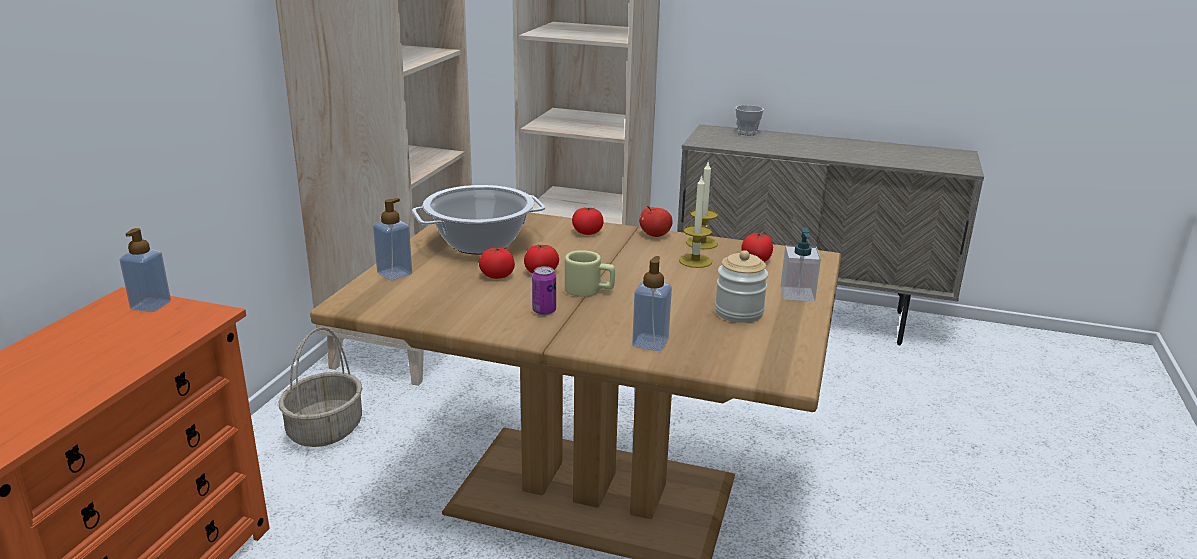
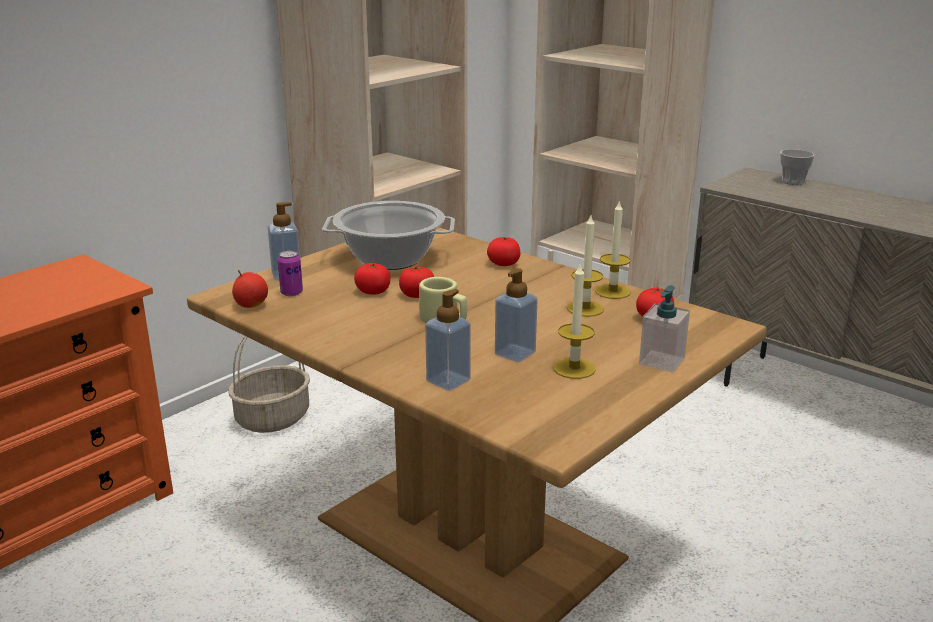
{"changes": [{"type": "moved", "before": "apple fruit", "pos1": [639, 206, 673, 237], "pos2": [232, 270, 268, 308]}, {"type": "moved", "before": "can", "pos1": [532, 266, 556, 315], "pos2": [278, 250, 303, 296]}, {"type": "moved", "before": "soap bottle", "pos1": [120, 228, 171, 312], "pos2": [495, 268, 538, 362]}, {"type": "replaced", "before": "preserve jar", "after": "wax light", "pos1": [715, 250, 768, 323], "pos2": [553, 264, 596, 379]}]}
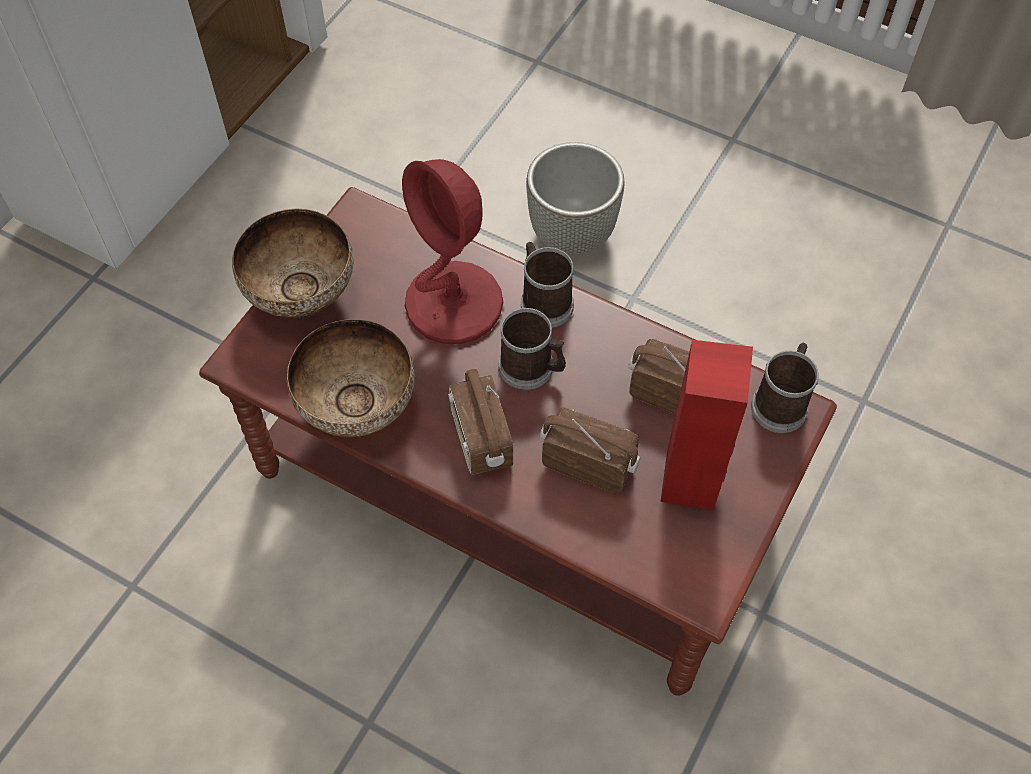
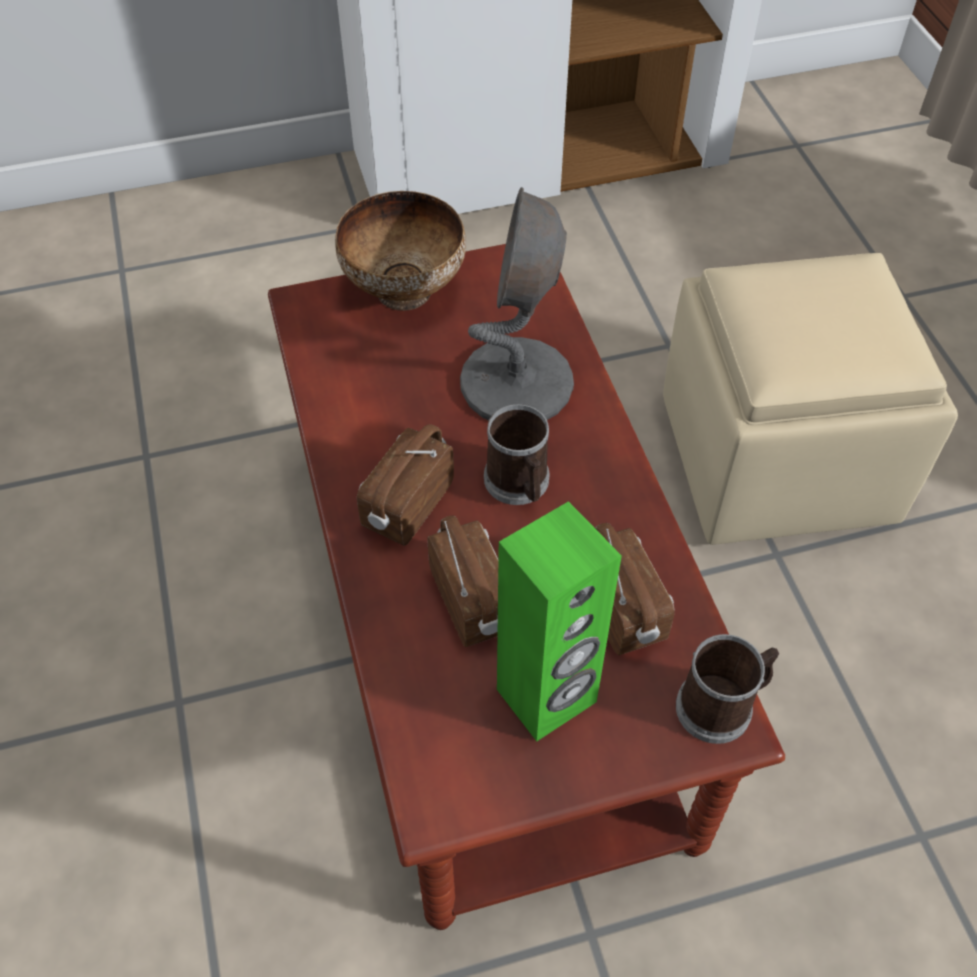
{"changes": [{"type": "recoloured", "before": "tabletop lamp (reddish)", "after": "tabletop lamp (greyish)", "pos1": [402, 159, 503, 344], "pos2": [460, 187, 574, 420]}, {"type": "recoloured", "before": "loudspeaker (reddish)", "after": "loudspeaker (green)", "pos1": [661, 340, 753, 510], "pos2": [497, 501, 622, 741]}, {"type": "replaced", "before": "planter (greyish)", "after": "pouffe (beige-coloured)", "pos1": [526, 142, 625, 255], "pos2": [663, 253, 958, 545]}, {"type": "removed", "before": "serving bowl", "pos1": [287, 319, 415, 437]}, {"type": "removed", "before": "mug", "pos1": [521, 242, 574, 328]}]}
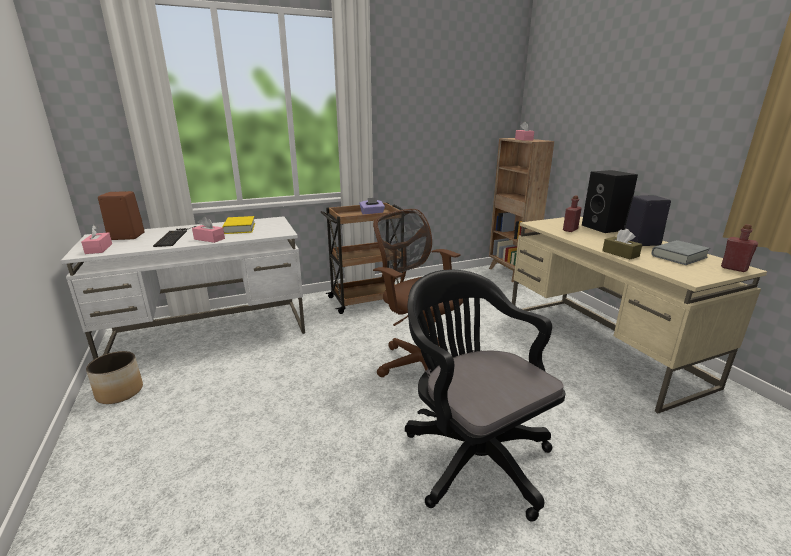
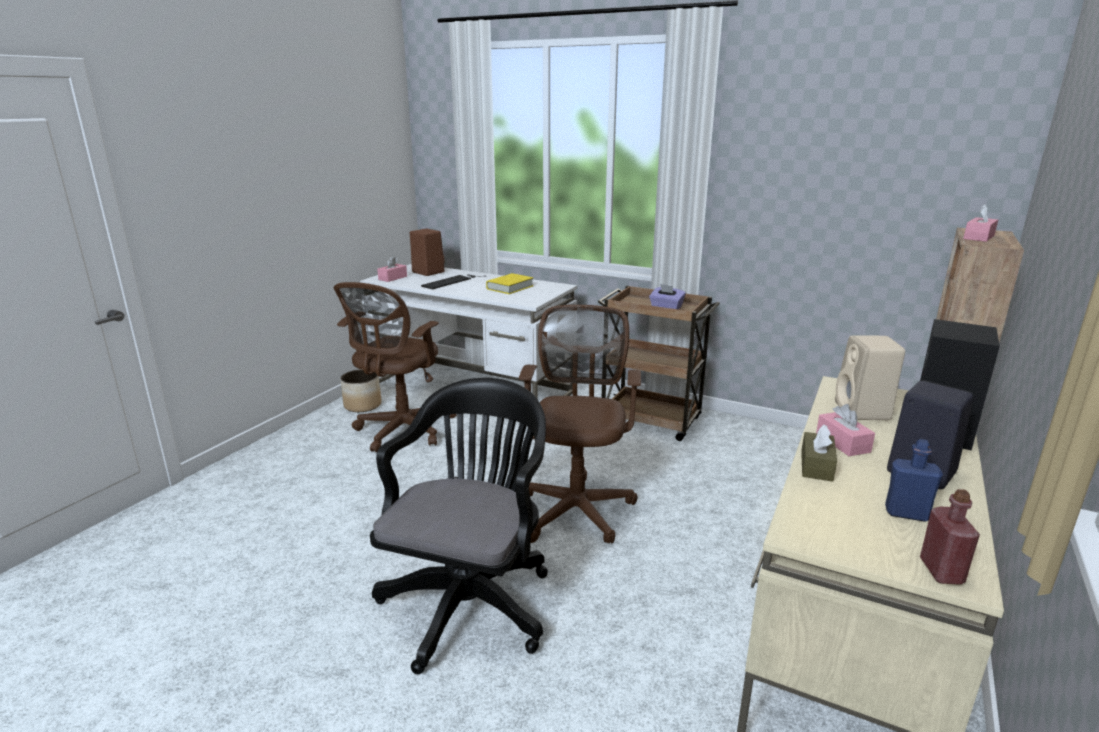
{"changes": [{"type": "added", "after": "office chair (brown)", "pos2": [334, 282, 456, 453]}, {"type": "moved", "before": "box of tissues (pink)", "pos1": [192, 217, 225, 243], "pos2": [816, 404, 875, 456]}, {"type": "replaced", "before": "drink bottle (reddish)", "after": "loudspeaker (beige-coloured)", "pos1": [563, 196, 582, 232], "pos2": [835, 335, 905, 420]}, {"type": "replaced", "before": "book (greyish)", "after": "drink bottle (bluish)", "pos1": [652, 240, 710, 265], "pos2": [885, 439, 943, 522]}]}
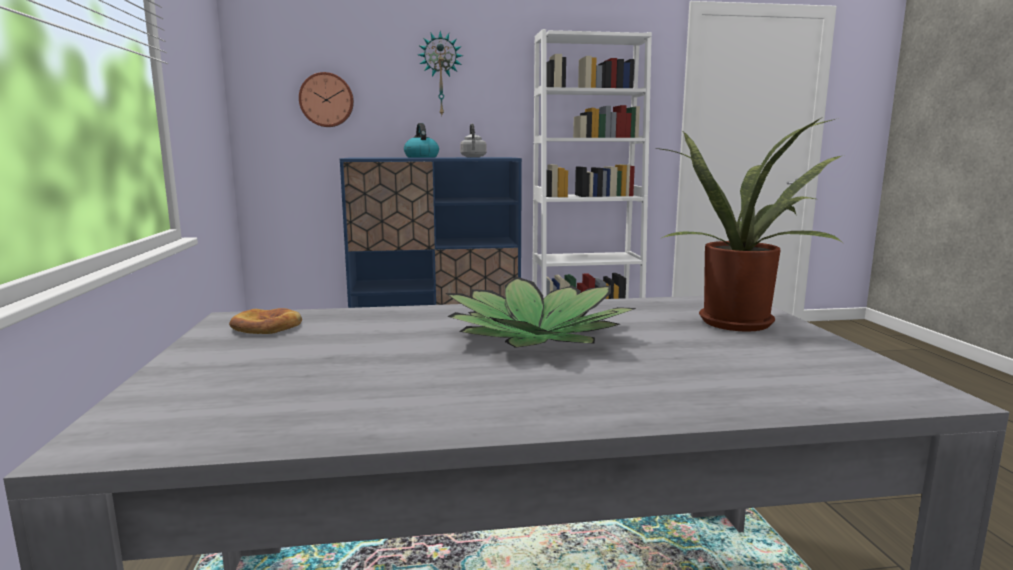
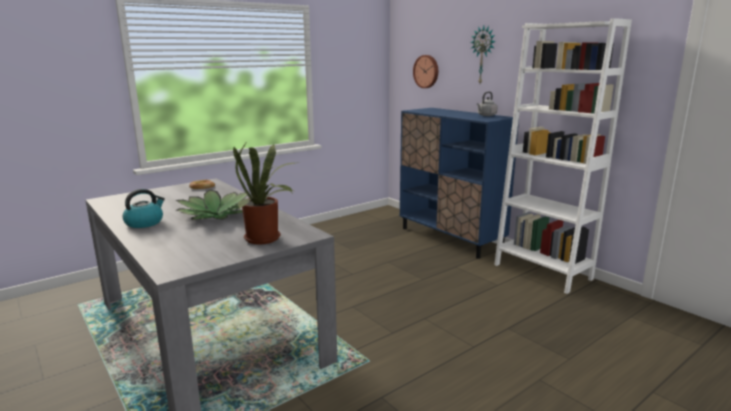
{"changes": [{"type": "moved", "before": "water kettle", "pos1": [404, 123, 439, 158], "pos2": [123, 189, 165, 228]}]}
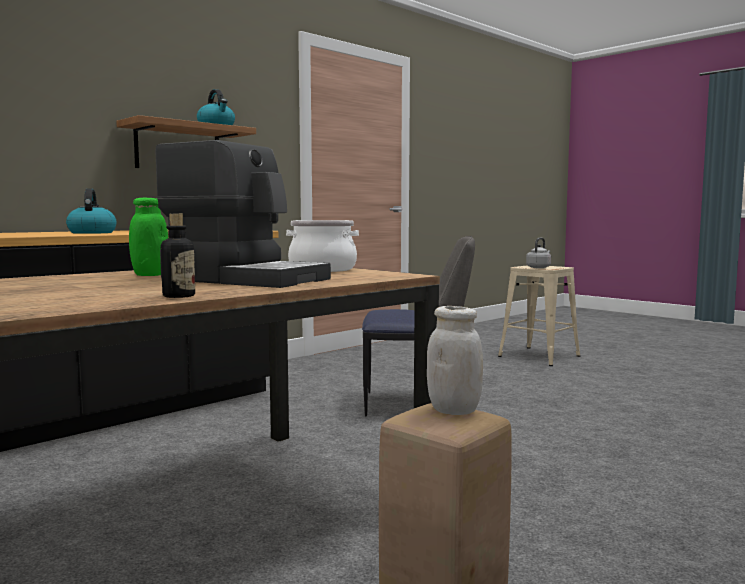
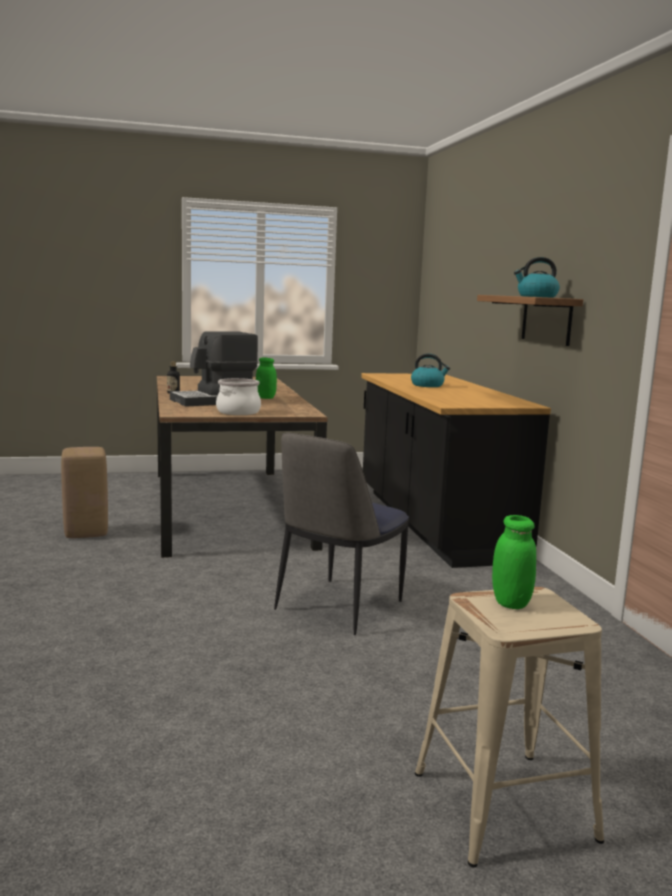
{"changes": [{"type": "replaced", "before": "water kettle (greyish)", "after": "preserve jar (green)", "pos1": [526, 238, 551, 268], "pos2": [492, 515, 536, 609]}, {"type": "removed", "before": "preserve jar (white)", "pos1": [427, 306, 483, 415]}]}
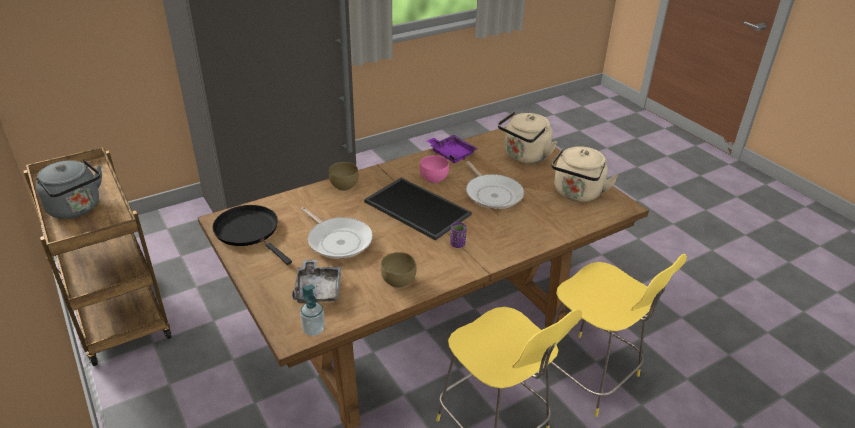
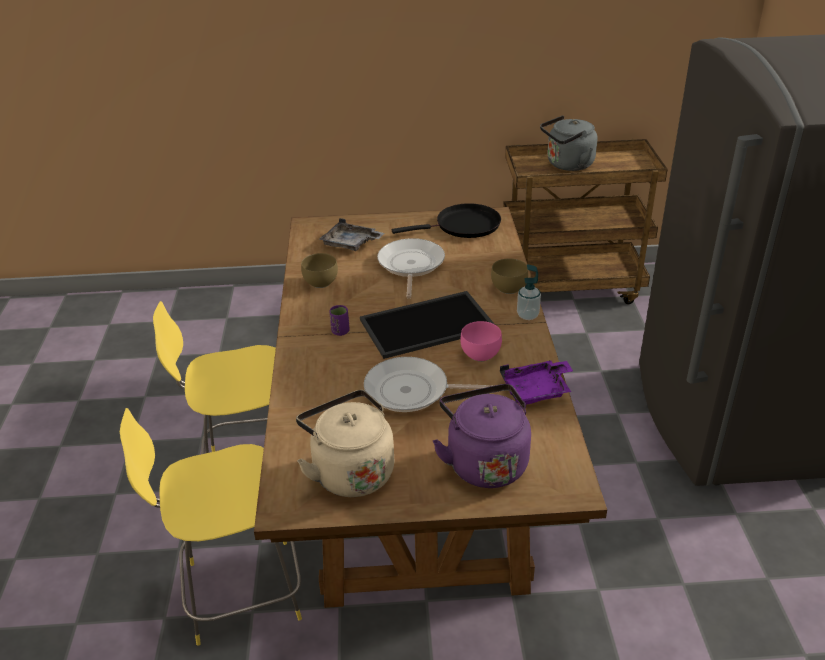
{"changes": [{"type": "turned", "before": "pan", "pos1": [301, 207, 373, 259], "pos2": [377, 238, 445, 298], "turn": 105}, {"type": "recoloured", "before": "water kettle (beige-coloured)", "after": "water kettle (purple)", "pos1": [498, 111, 557, 164], "pos2": [433, 384, 531, 488]}, {"type": "moved", "before": "soap bottle", "pos1": [300, 284, 325, 336], "pos2": [517, 264, 541, 320]}]}
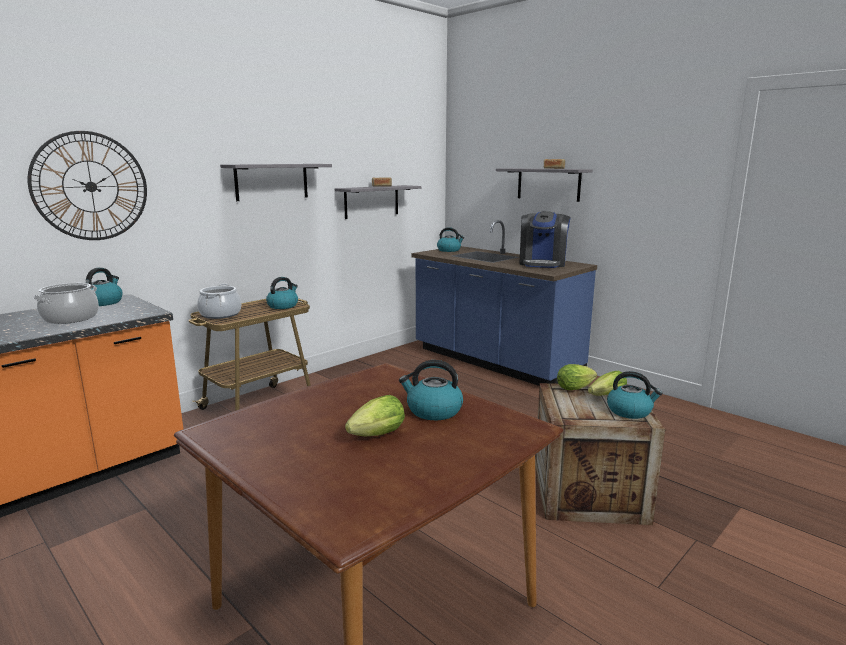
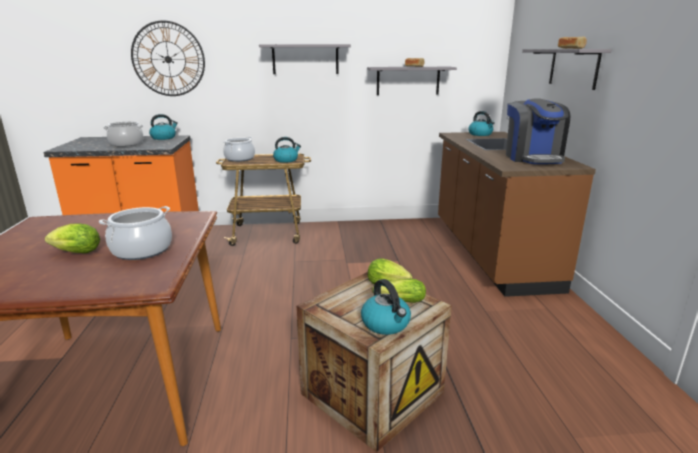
{"changes": [{"type": "replaced", "before": "water kettle", "after": "stockpot", "pos1": [399, 360, 463, 420], "pos2": [99, 206, 172, 260]}, {"type": "recoloured", "before": "counter (bluish)", "after": "counter (brown)", "pos1": [411, 220, 597, 386], "pos2": [438, 116, 596, 297]}, {"type": "turned", "before": "coffee machine", "pos1": [519, 211, 571, 268], "pos2": [506, 98, 571, 164], "turn": -60}]}
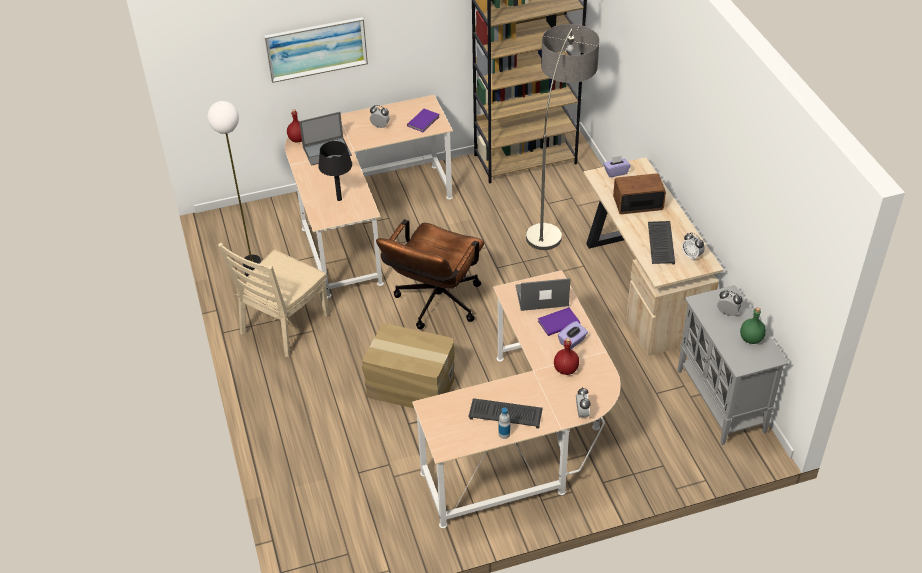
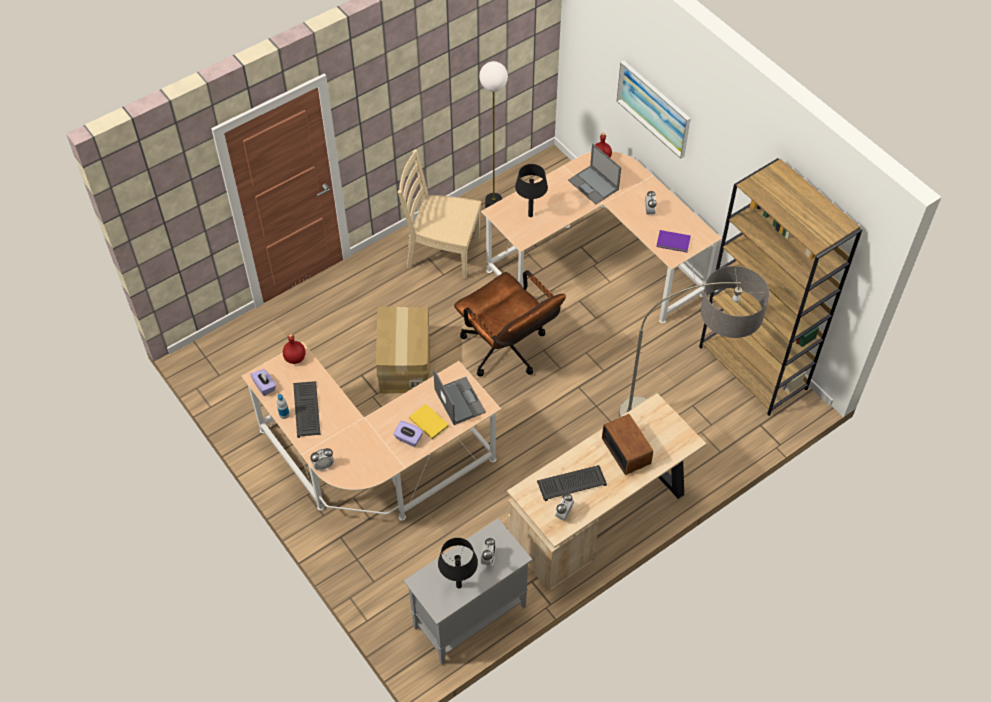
{"changes": [{"type": "moved", "before": "box of tissues (purple)", "pos1": [604, 156, 631, 177], "pos2": [250, 369, 276, 396]}, {"type": "moved", "before": "drink bottle (reddish)", "pos1": [554, 338, 579, 375], "pos2": [283, 334, 305, 364]}, {"type": "recoloured", "before": "book (purple)", "after": "book (yellowish)", "pos1": [538, 307, 580, 336], "pos2": [409, 404, 449, 440]}, {"type": "replaced", "before": "drink bottle (green)", "after": "tabletop lamp (black-coloured)", "pos1": [740, 307, 766, 344], "pos2": [438, 538, 478, 589]}, {"type": "turned", "before": "office chair (brown)", "pos1": [376, 219, 484, 329], "pos2": [454, 270, 566, 377], "turn": -135}]}
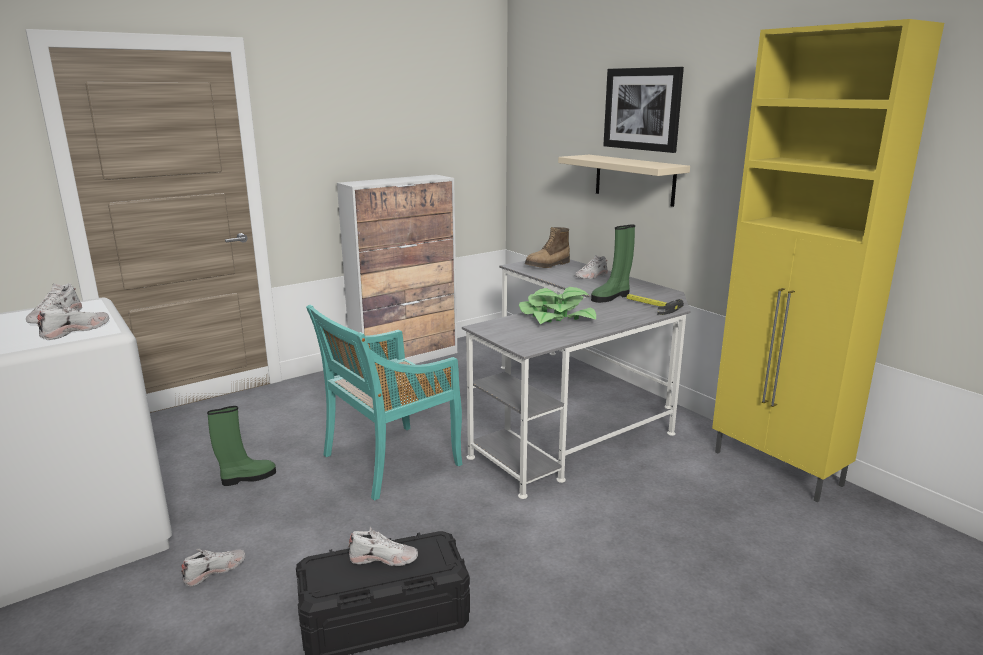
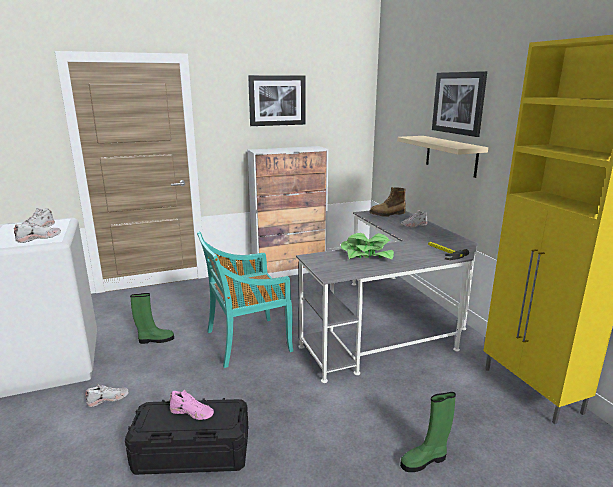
{"changes": [{"type": "recoloured", "before": "item of footwear (white)", "after": "item of footwear (pink)", "pos1": [348, 527, 418, 566], "pos2": [169, 389, 214, 420]}, {"type": "added", "after": "wall art", "pos2": [248, 75, 306, 126]}, {"type": "moved", "before": "boot (green)", "pos1": [591, 225, 635, 303], "pos2": [400, 392, 456, 472]}]}
